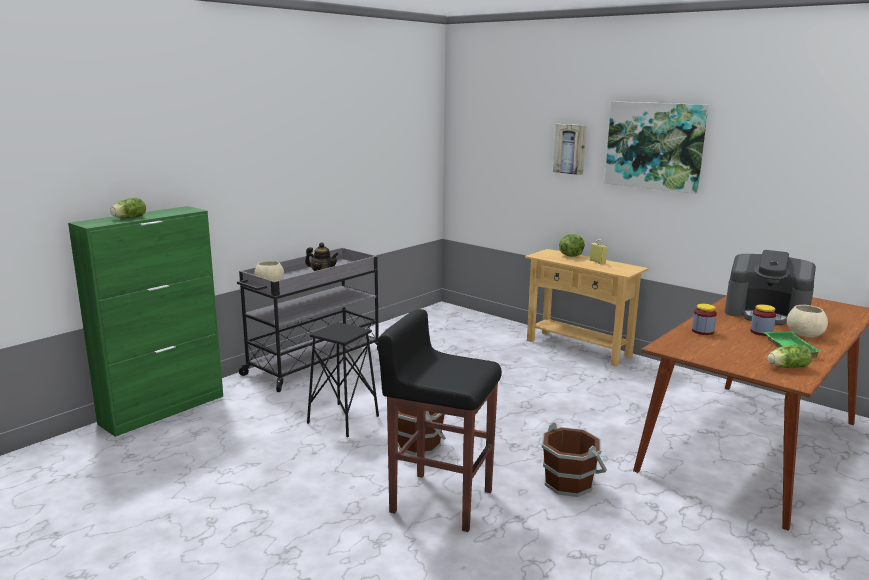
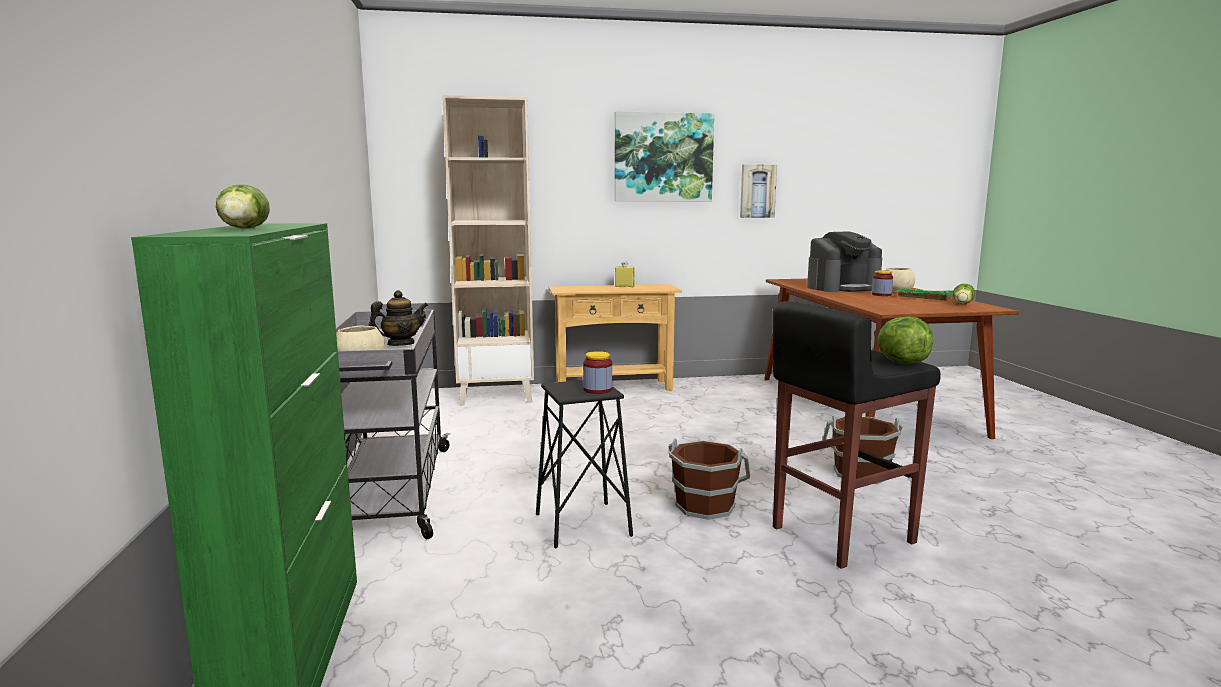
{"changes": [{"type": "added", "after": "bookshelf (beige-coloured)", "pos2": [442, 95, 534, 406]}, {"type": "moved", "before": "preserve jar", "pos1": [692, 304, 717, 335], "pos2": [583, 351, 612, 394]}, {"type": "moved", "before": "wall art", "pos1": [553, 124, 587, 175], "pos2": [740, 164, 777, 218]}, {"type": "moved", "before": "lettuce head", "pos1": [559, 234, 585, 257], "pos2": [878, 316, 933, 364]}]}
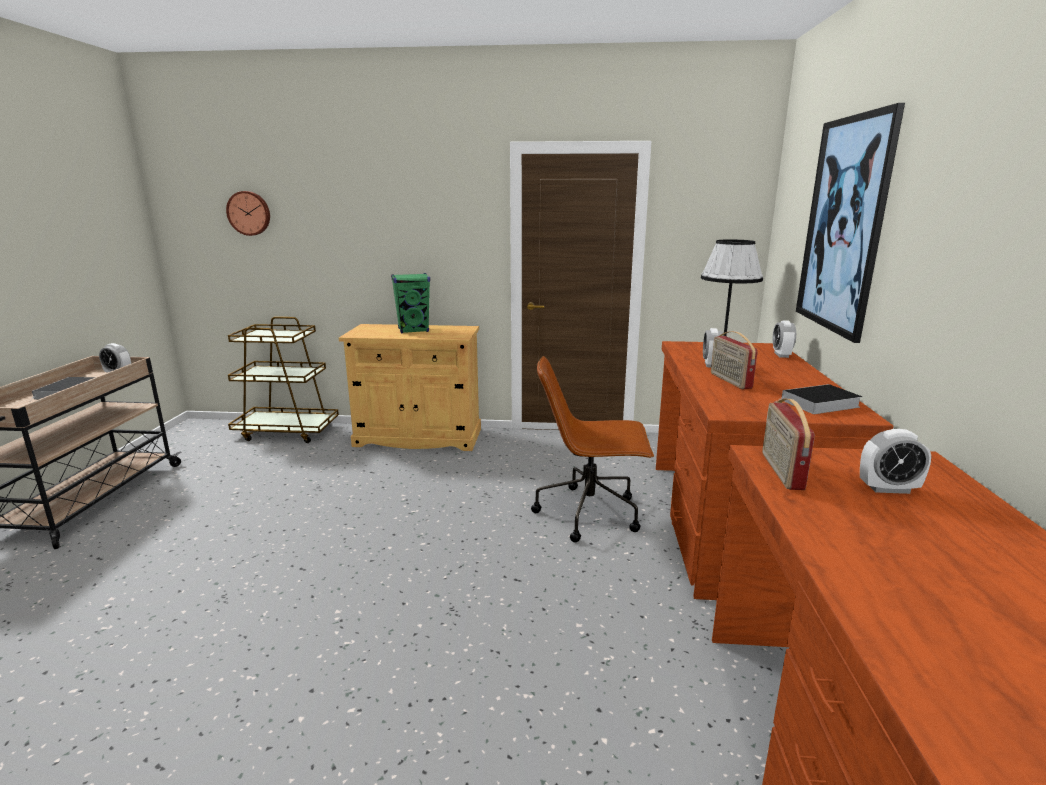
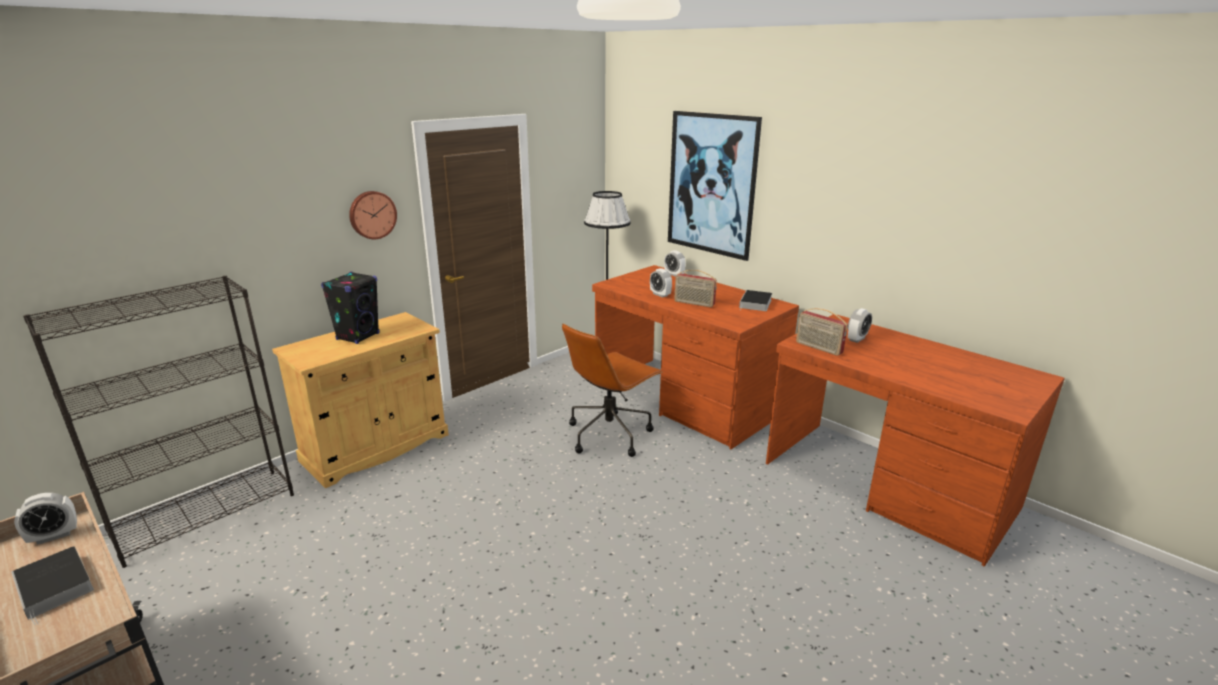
{"changes": [{"type": "replaced", "before": "cart (brown)", "after": "bookshelf (black-coloured)", "pos1": [228, 317, 339, 443], "pos2": [23, 276, 294, 568]}, {"type": "recoloured", "before": "loudspeaker (green)", "after": "loudspeaker (black-coloured)", "pos1": [391, 273, 430, 334], "pos2": [321, 272, 380, 344]}, {"type": "moved", "before": "wall clock", "pos1": [226, 191, 270, 236], "pos2": [349, 191, 397, 239]}]}
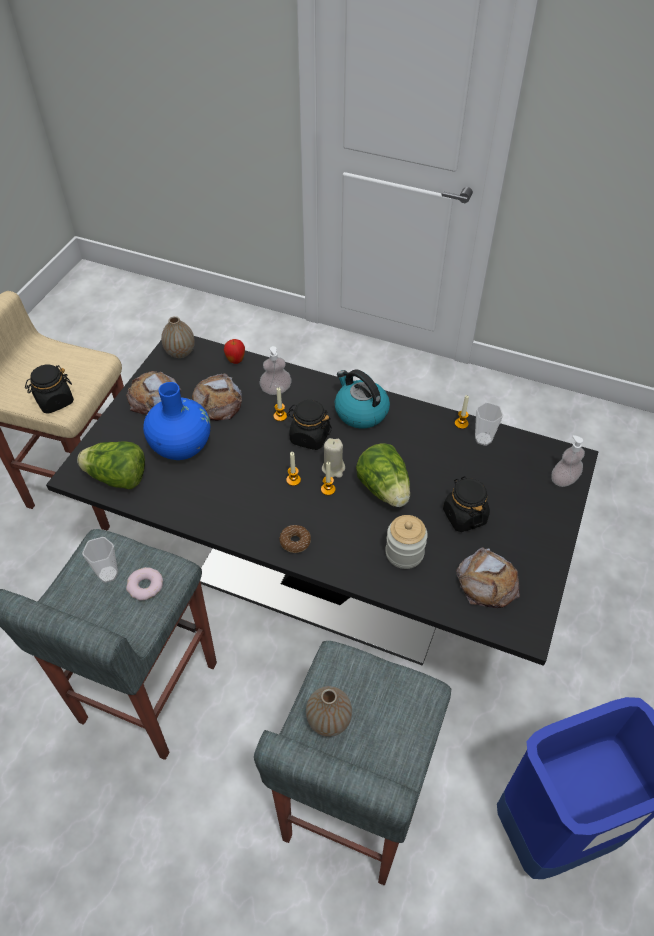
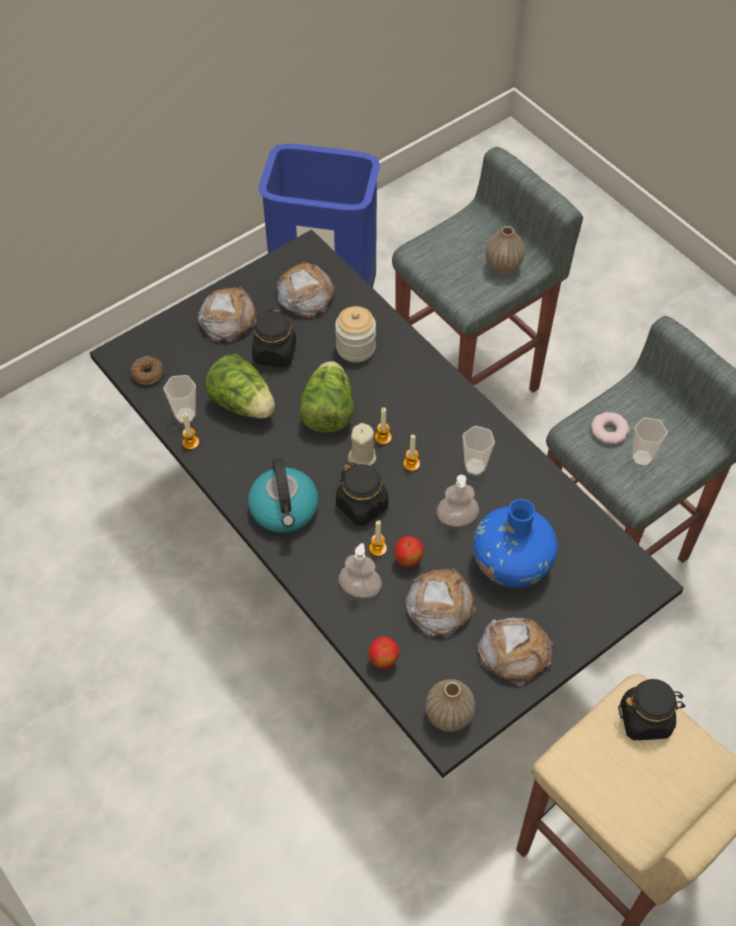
{"changes": [{"type": "moved", "before": "donut", "pos1": [279, 525, 311, 553], "pos2": [131, 356, 164, 385]}, {"type": "added", "after": "bread", "pos2": [198, 286, 257, 343]}, {"type": "moved", "before": "lettuce head", "pos1": [77, 441, 145, 489], "pos2": [205, 354, 275, 419]}, {"type": "added", "after": "apple fruit", "pos2": [394, 536, 424, 568]}, {"type": "moved", "before": "soap bottle", "pos1": [552, 435, 585, 487], "pos2": [437, 475, 479, 527]}, {"type": "added", "after": "drinking cup", "pos2": [462, 426, 495, 476]}]}
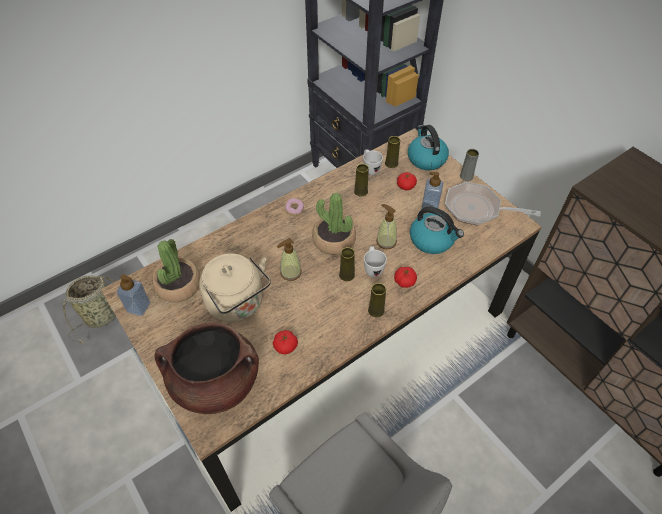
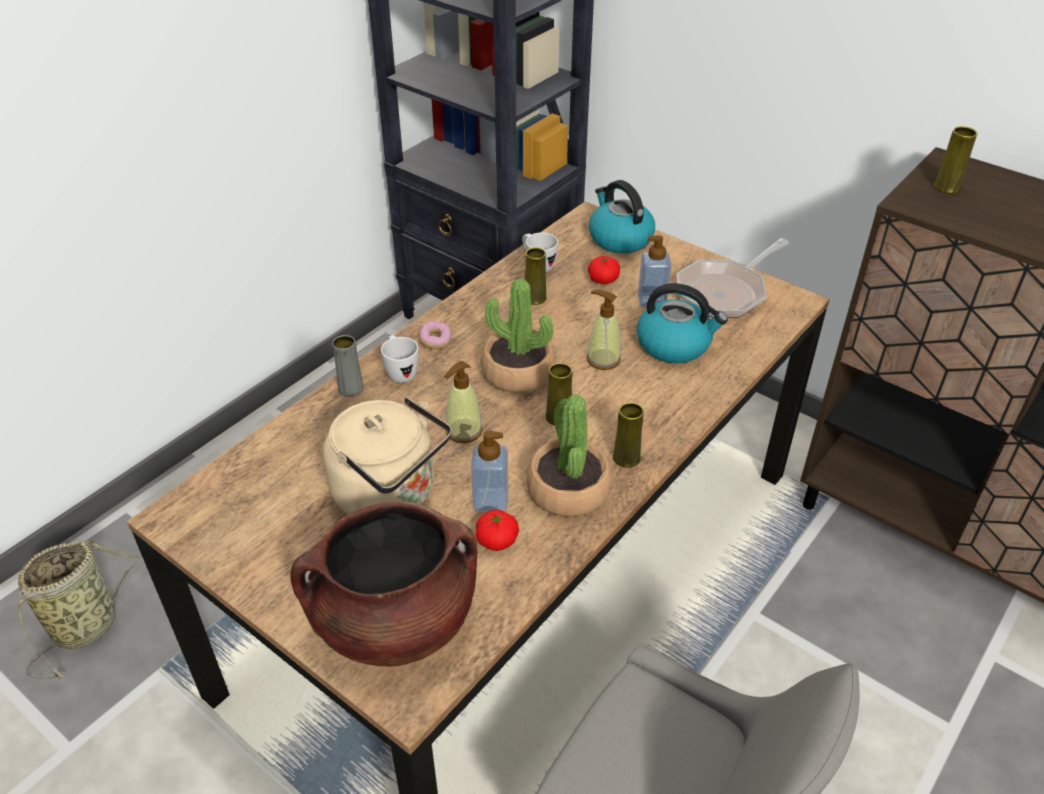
{"changes": [{"type": "moved", "before": "decorative vase (greyish)", "pos1": [460, 149, 479, 181], "pos2": [332, 335, 364, 397]}, {"type": "moved", "before": "mug (white)", "pos1": [364, 246, 387, 277], "pos2": [381, 335, 419, 383]}, {"type": "moved", "before": "soap bottle", "pos1": [116, 274, 150, 316], "pos2": [471, 430, 508, 512]}, {"type": "moved", "before": "potted plant", "pos1": [152, 239, 201, 303], "pos2": [527, 394, 612, 517]}, {"type": "turned", "before": "pan", "pos1": [445, 182, 541, 225], "pos2": [677, 238, 789, 318], "turn": -45}, {"type": "moved", "before": "decorative vase (yellowish)", "pos1": [385, 136, 400, 168], "pos2": [934, 126, 977, 194]}, {"type": "removed", "before": "fresh tomato", "pos1": [394, 267, 417, 288]}]}
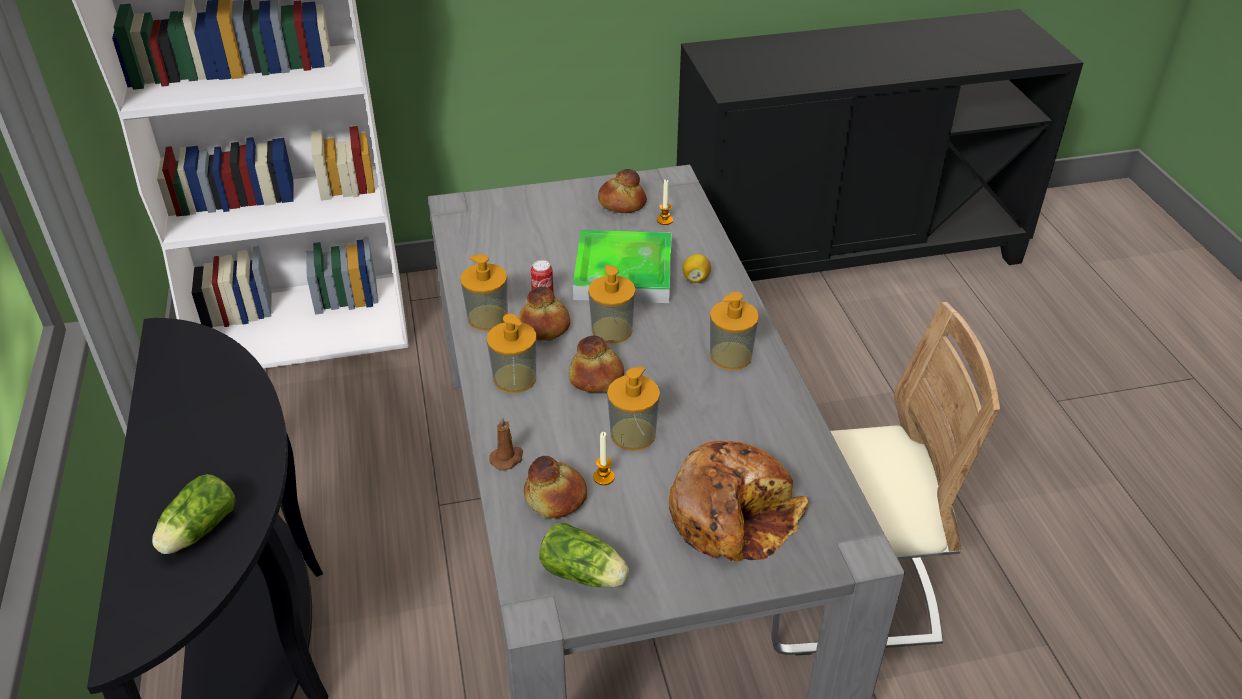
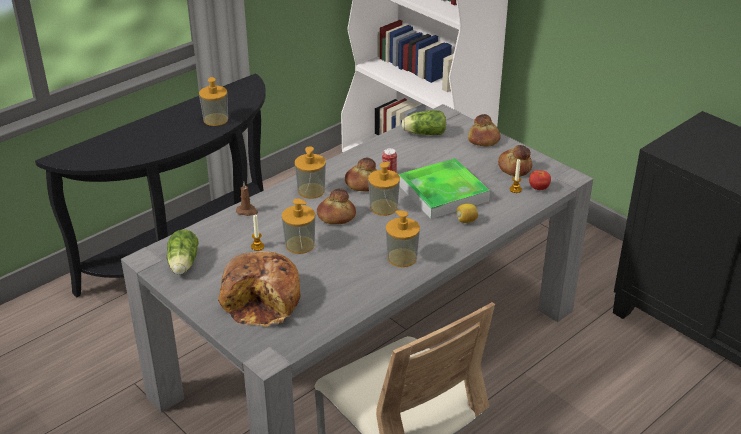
{"changes": [{"type": "moved", "before": "soap bottle", "pos1": [460, 255, 508, 331], "pos2": [199, 77, 228, 126]}, {"type": "moved", "before": "lettuce head", "pos1": [152, 474, 236, 554], "pos2": [401, 110, 446, 135]}, {"type": "moved", "before": "bread", "pos1": [524, 456, 587, 518], "pos2": [468, 114, 501, 146]}, {"type": "added", "after": "fresh tomato", "pos2": [529, 170, 551, 190]}]}
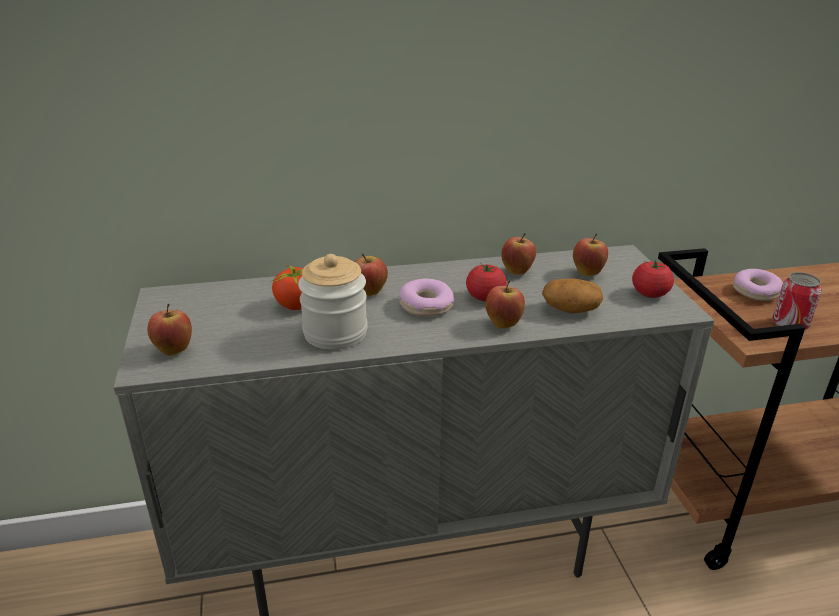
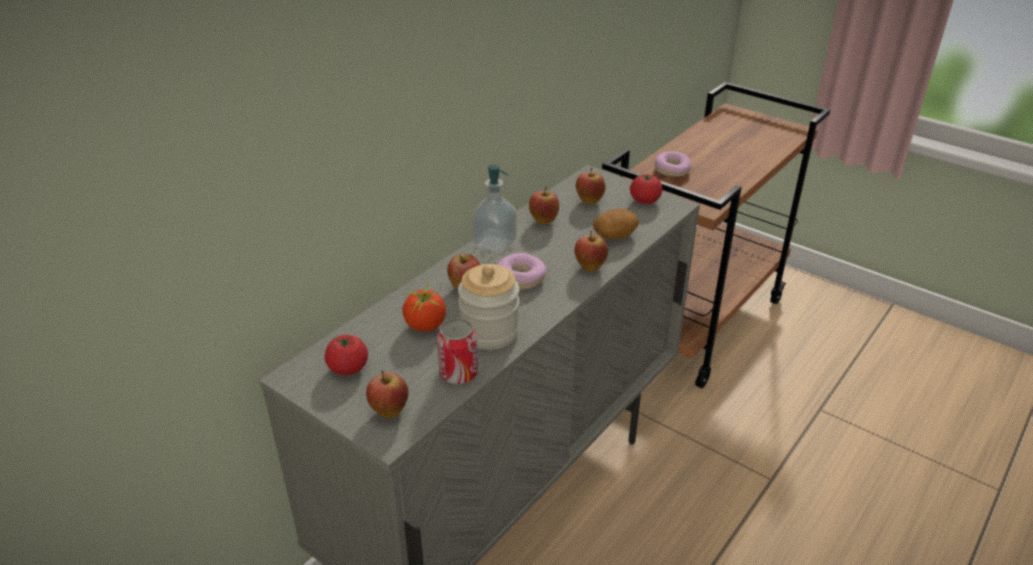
{"changes": [{"type": "moved", "before": "fresh tomato", "pos1": [466, 263, 507, 301], "pos2": [325, 335, 368, 375]}, {"type": "moved", "before": "can", "pos1": [772, 272, 822, 330], "pos2": [437, 318, 478, 385]}, {"type": "added", "after": "soap bottle", "pos2": [473, 164, 517, 253]}]}
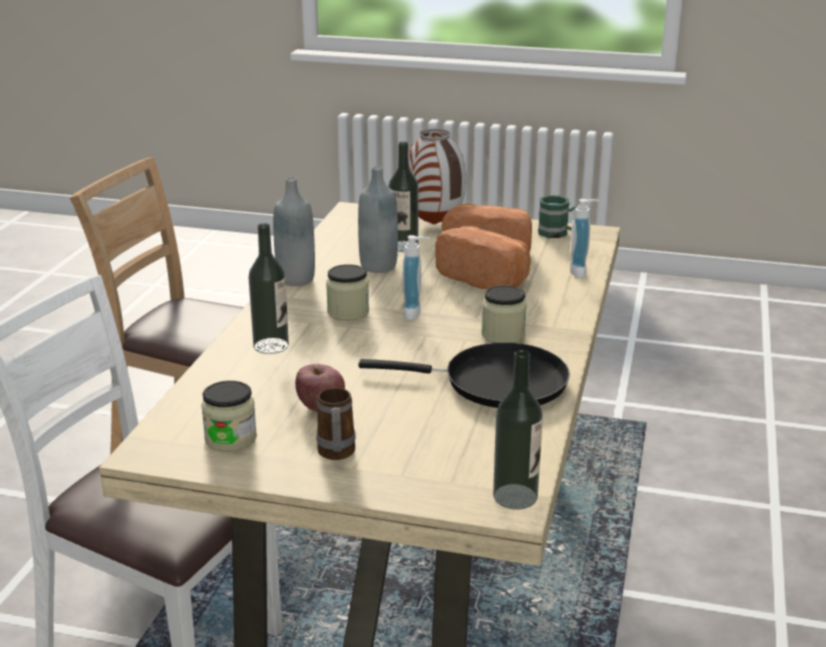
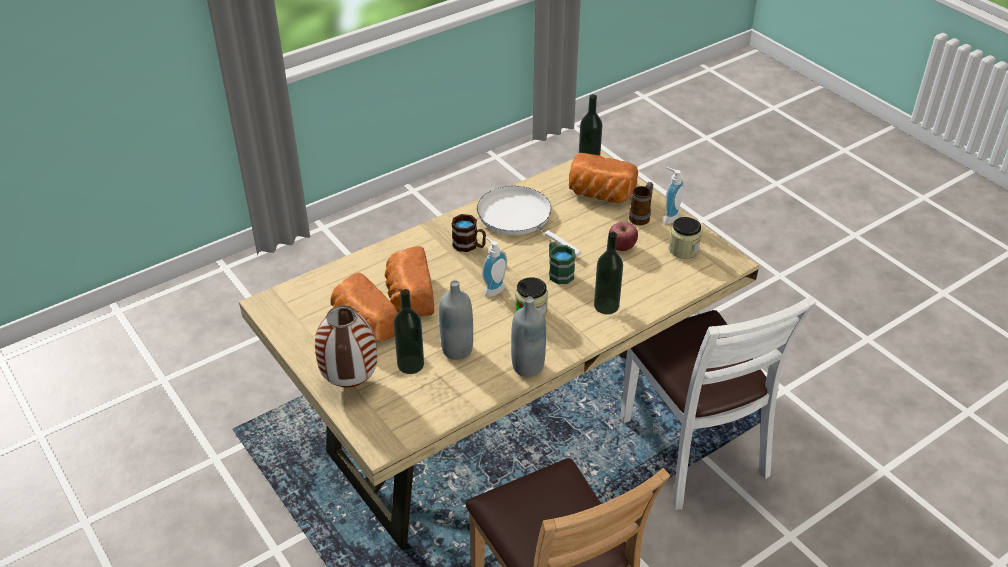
{"changes": [{"type": "replaced", "before": "preserve jar", "after": "mug (brown)", "pos1": [481, 285, 527, 343], "pos2": [452, 214, 486, 252]}, {"type": "recoloured", "before": "pan (black-coloured)", "after": "pan (white)", "pos1": [359, 342, 570, 408], "pos2": [477, 186, 581, 256]}, {"type": "moved", "before": "mug (green)", "pos1": [538, 195, 578, 238], "pos2": [549, 242, 575, 284]}, {"type": "added", "after": "bread", "pos2": [569, 153, 638, 203]}, {"type": "moved", "before": "soap bottle", "pos1": [570, 199, 599, 278], "pos2": [664, 167, 684, 224]}]}
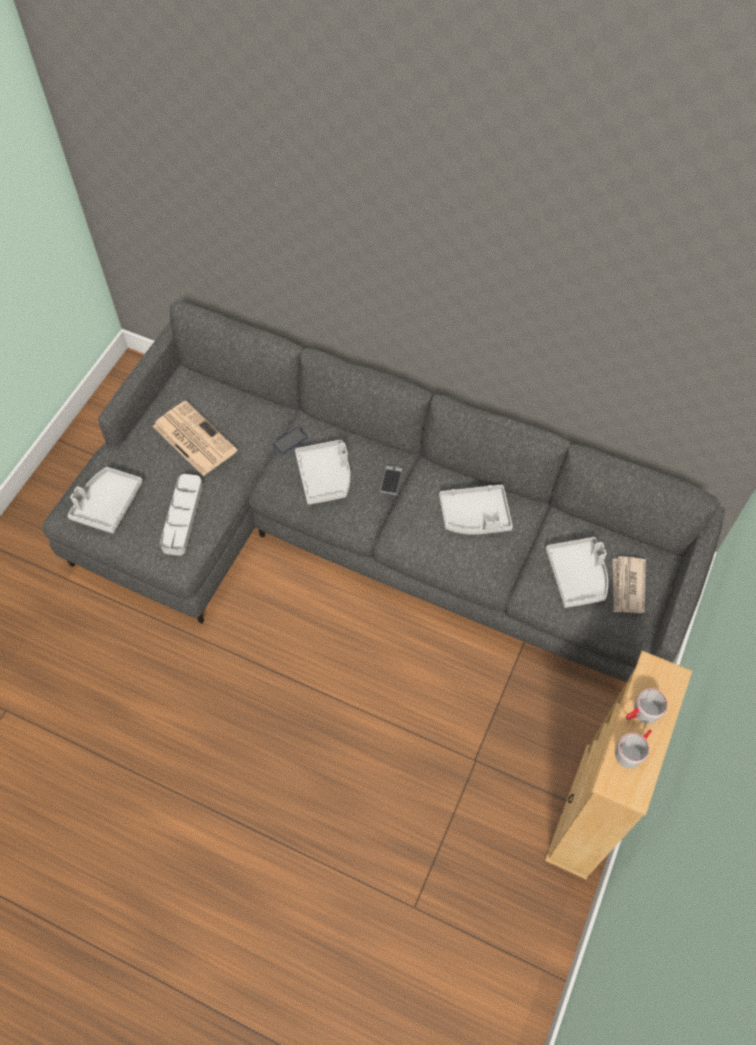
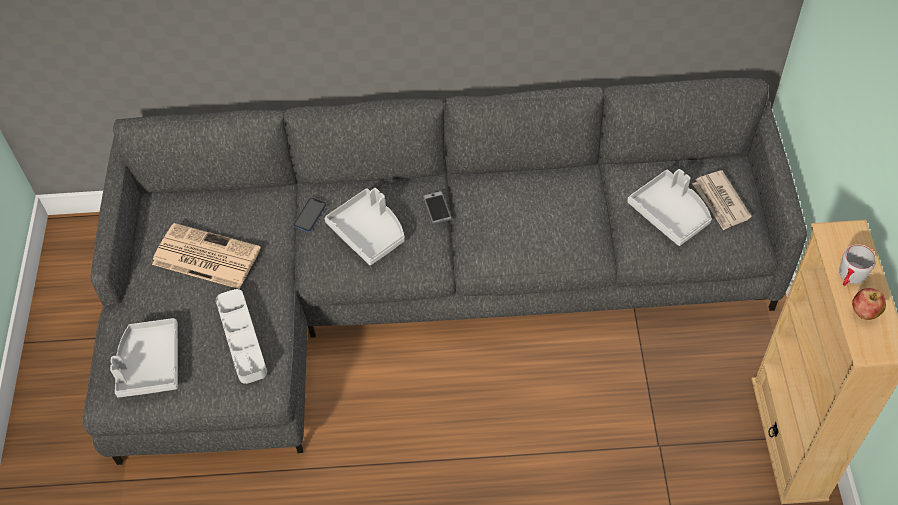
{"changes": [{"type": "replaced", "before": "mug (greyish)", "after": "apple fruit", "pos1": [615, 730, 652, 768], "pos2": [852, 288, 886, 320]}, {"type": "removed", "before": "serving tray (greyish)", "pos1": [439, 485, 513, 535]}]}
